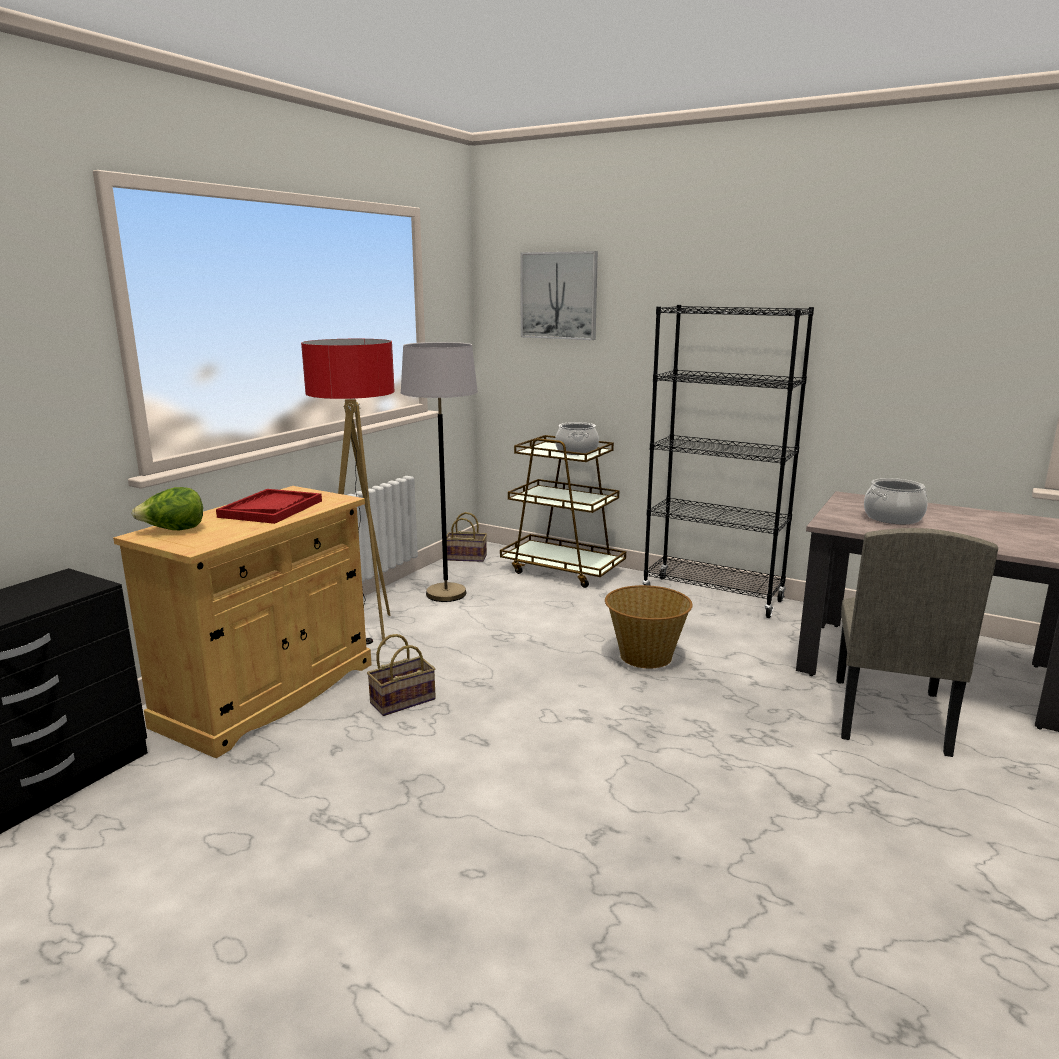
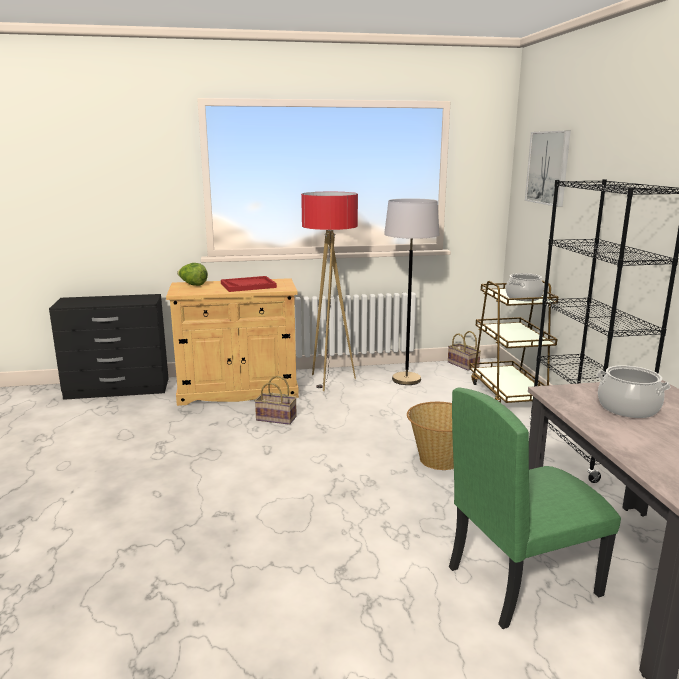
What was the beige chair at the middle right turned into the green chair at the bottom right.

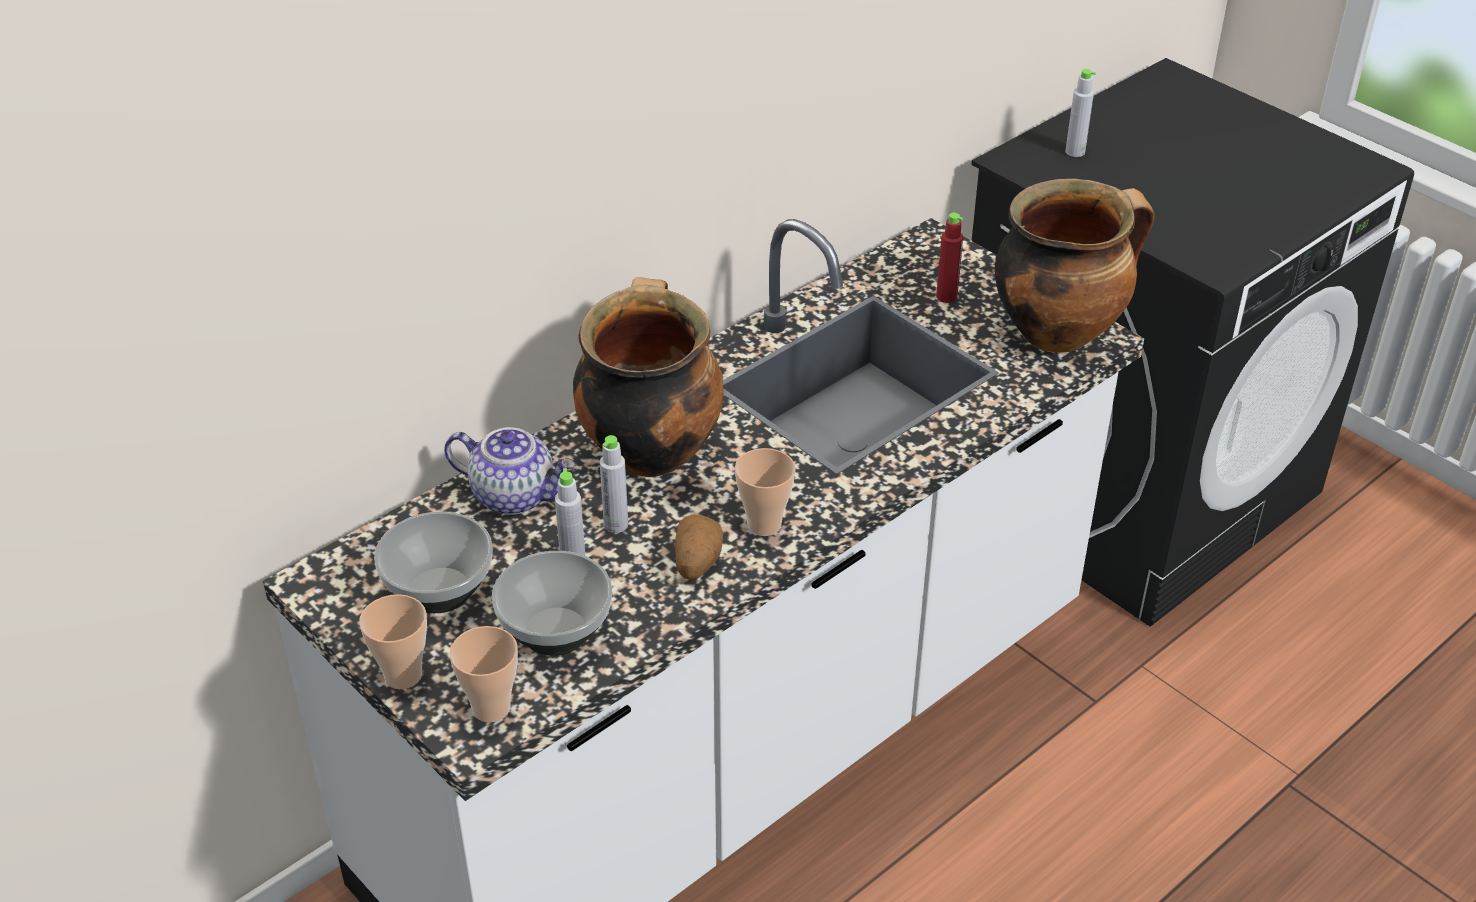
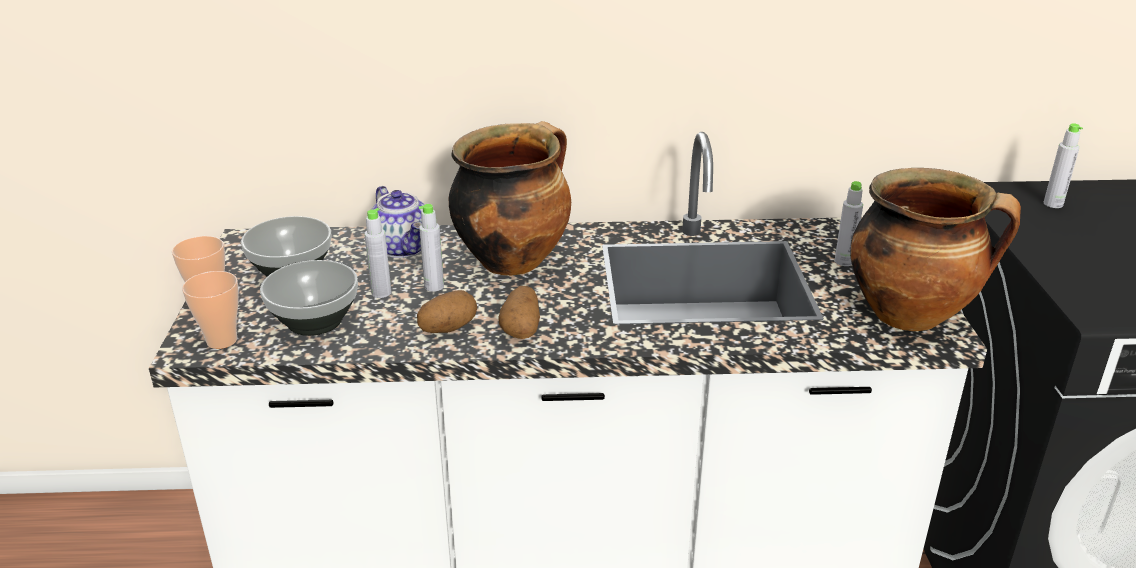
Where the cup (no. 3 from left) stood at the centre, the potato (no. 2 from left) came to stand at the centre.
What was the red bottle at the top centre turned into the grey bottle (no. 3 from left) at the middle right.

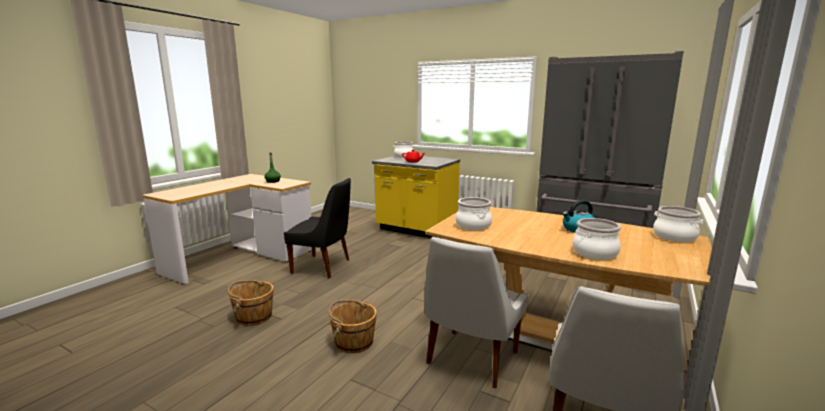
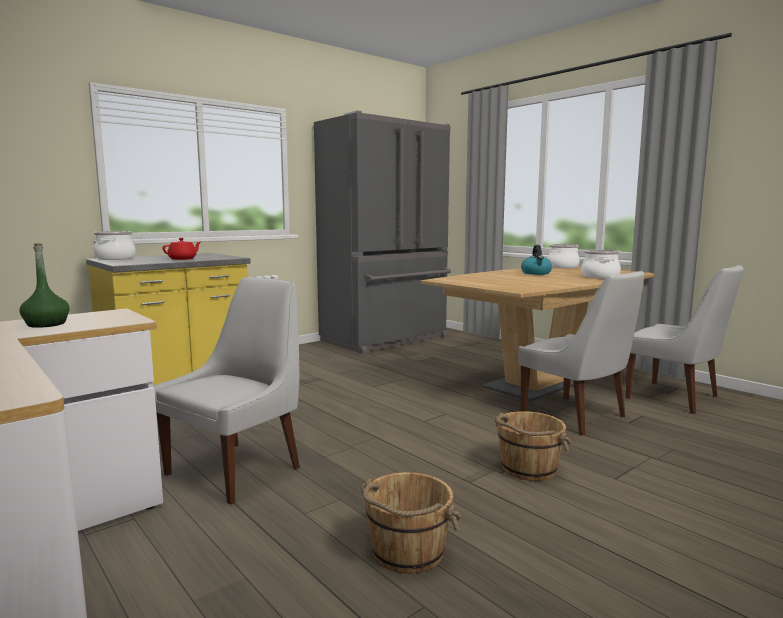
The second view lost the cooking pot (no. 2 from left) at the centre.
What was the black chair at the centre turned into the white chair (no. 1 from left) at the middle left.

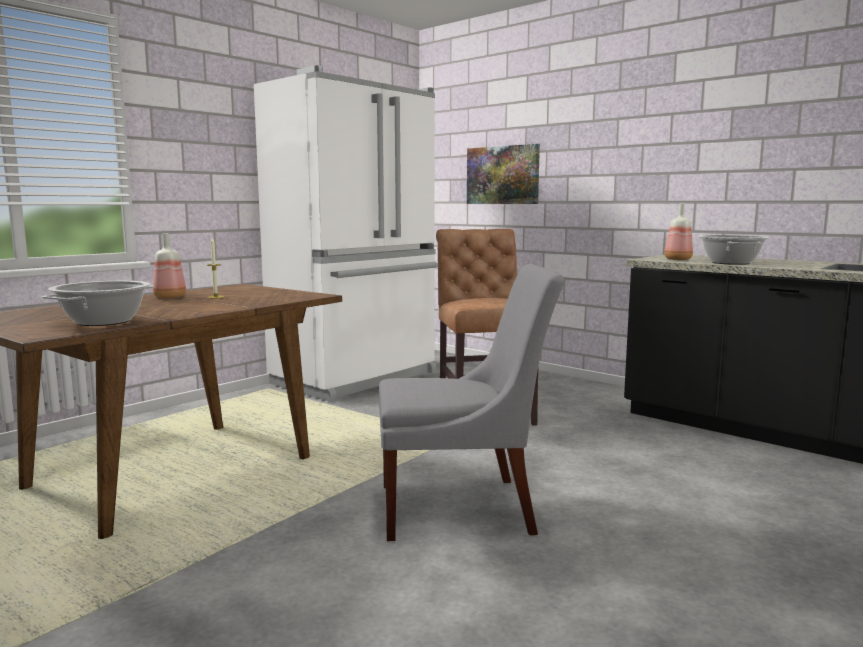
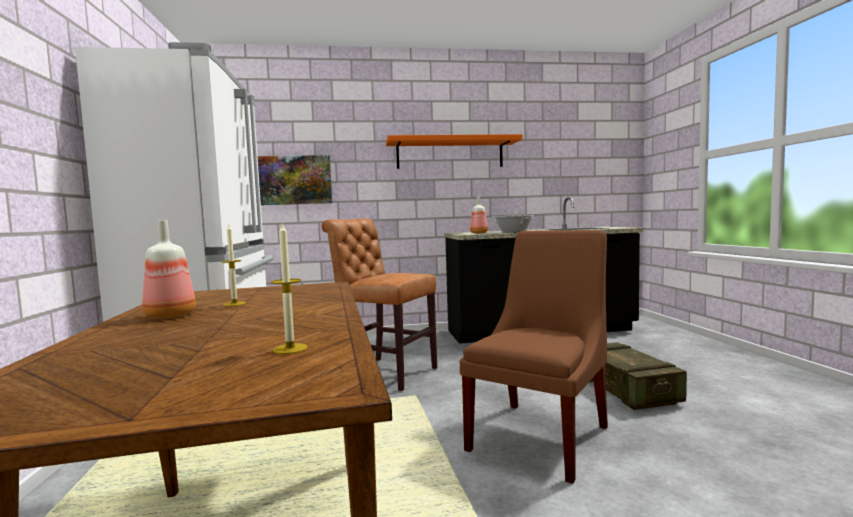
The second view gained the orange shelf at the top centre.
The second view gained the crate at the bottom right.
Where the cooking pot (no. 1 from left) stood at the middle left, the candle (no. 2 from left) came to stand at the centre.
What was the grey chair at the centre turned into the brown chair (no. 2 from left) at the bottom centre.

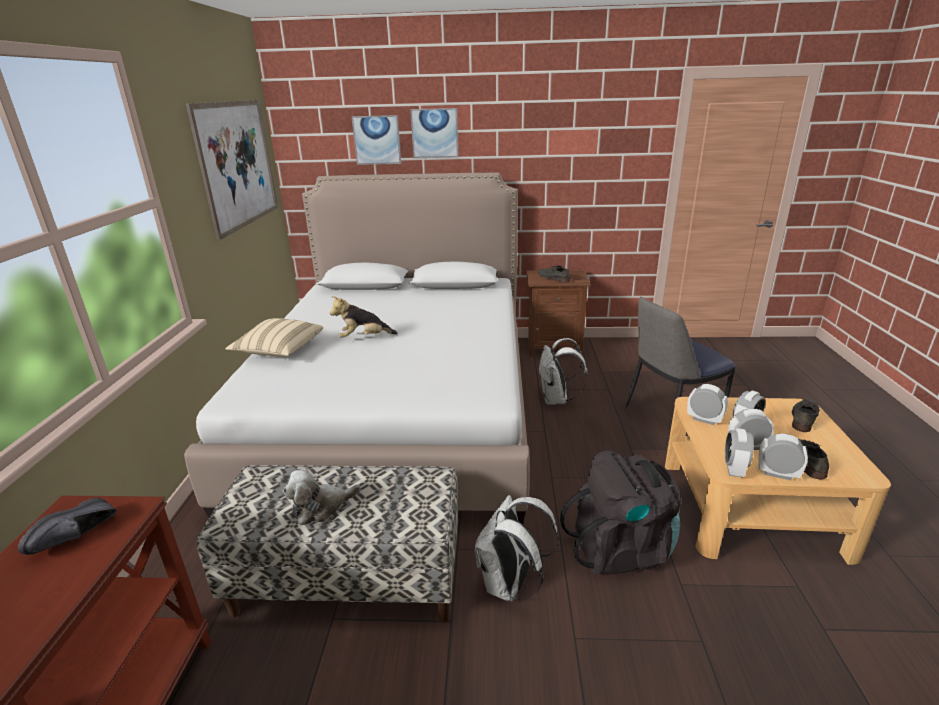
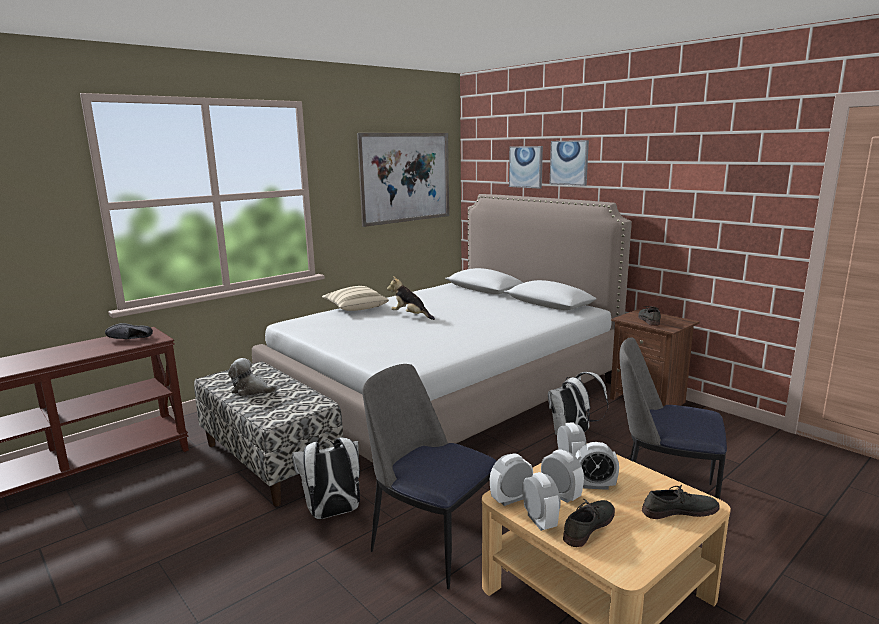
Where the black backpack stood at the bottom centre, the chair (no. 1 from left) came to stand at the bottom centre.

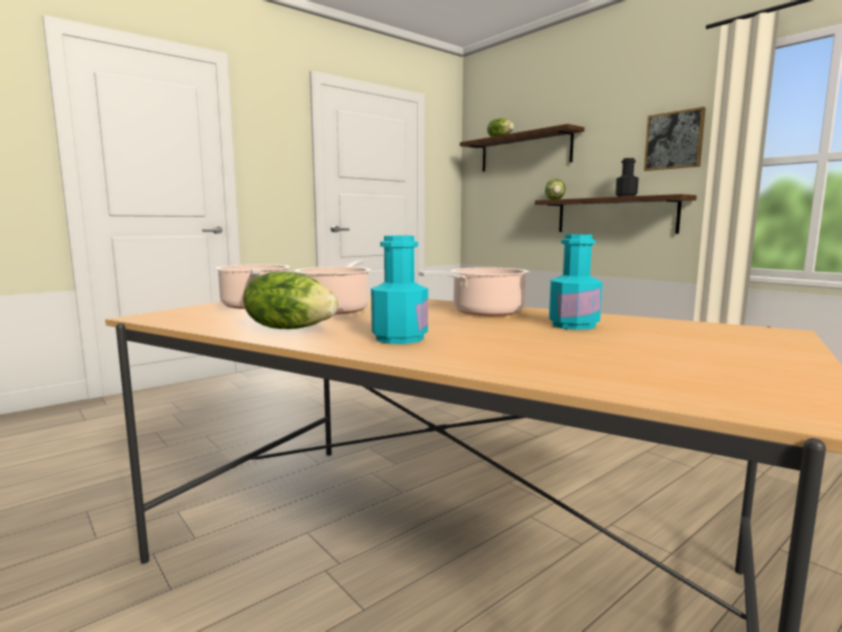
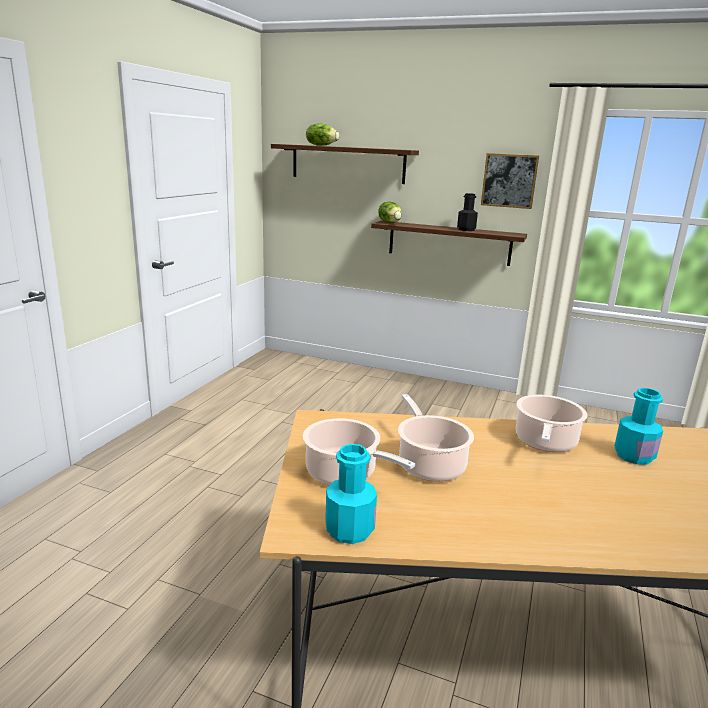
The second view lost the lettuce (no. 1 from left) at the centre.
The turquoise bottle (no. 1 from left) ended up elsewhere, having gone from the centre to the bottom centre.

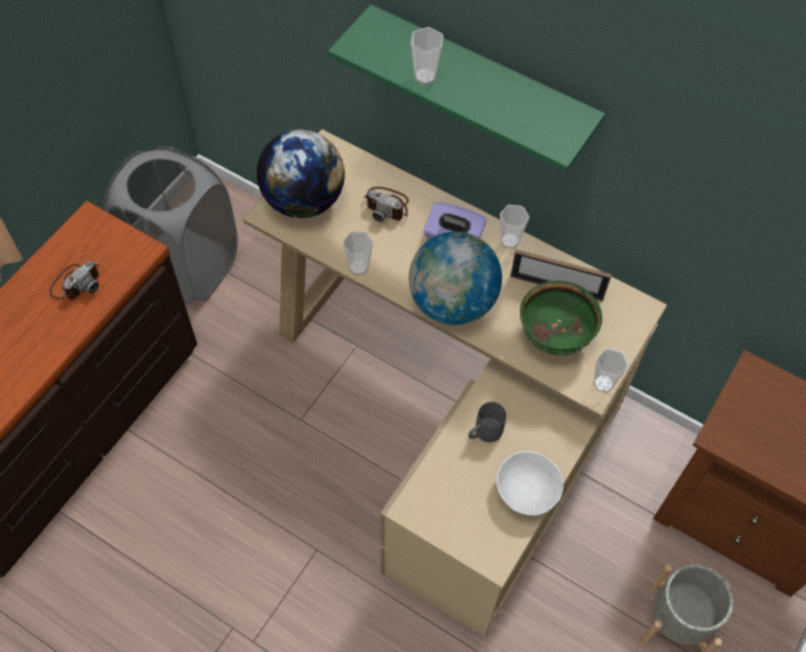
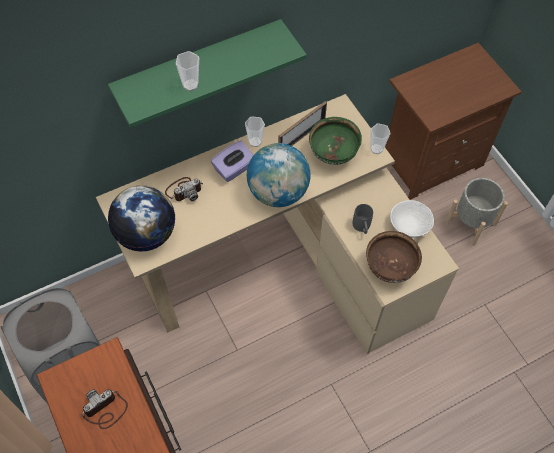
The second view lost the cup (no. 1 from left) at the centre.
The second view gained the brown bowl at the middle right.
The photo camera (no. 1 from left) at the middle left ended up facing another way, 105 degrees counterclockwise from before.

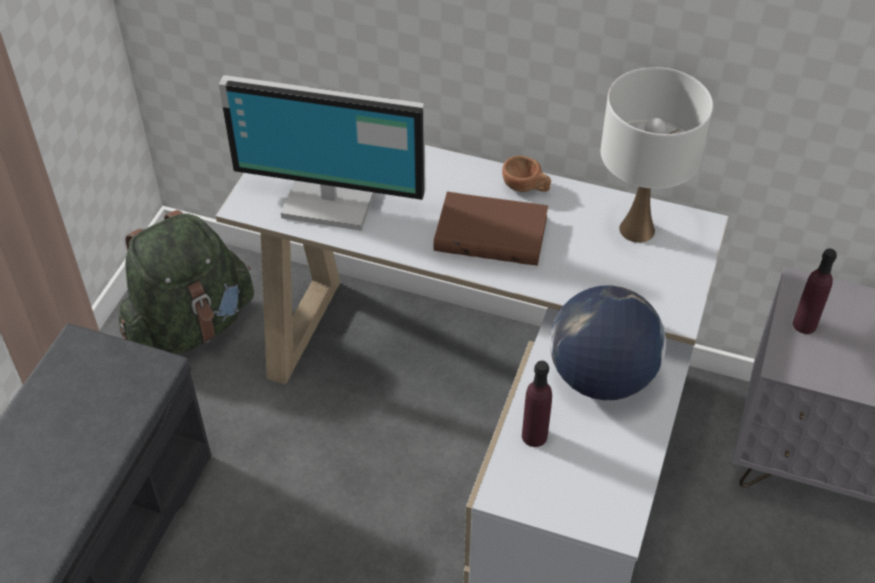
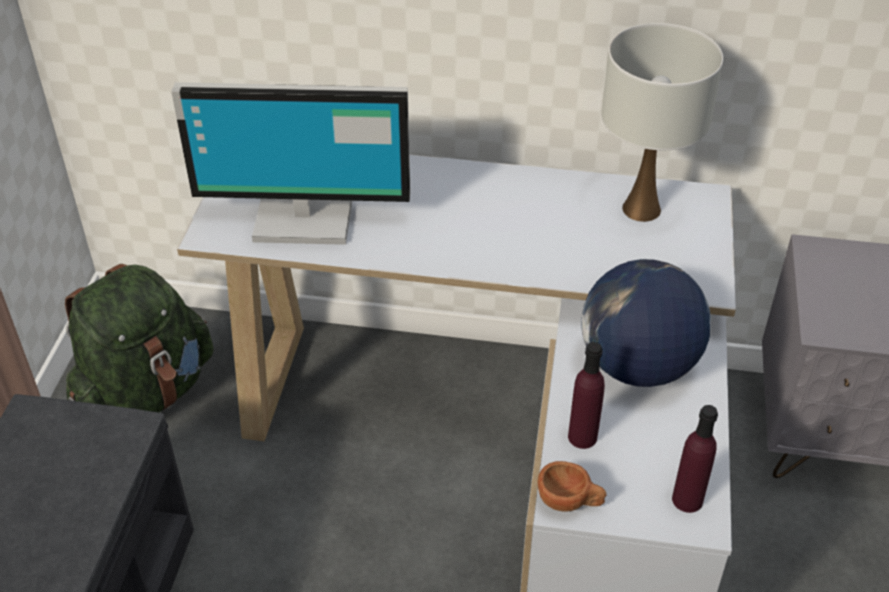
The second view lost the brown book at the centre.
The brown cup ended up elsewhere, having gone from the top centre to the bottom centre.
The purple bottle (no. 2 from left) ended up elsewhere, having gone from the middle right to the bottom right.

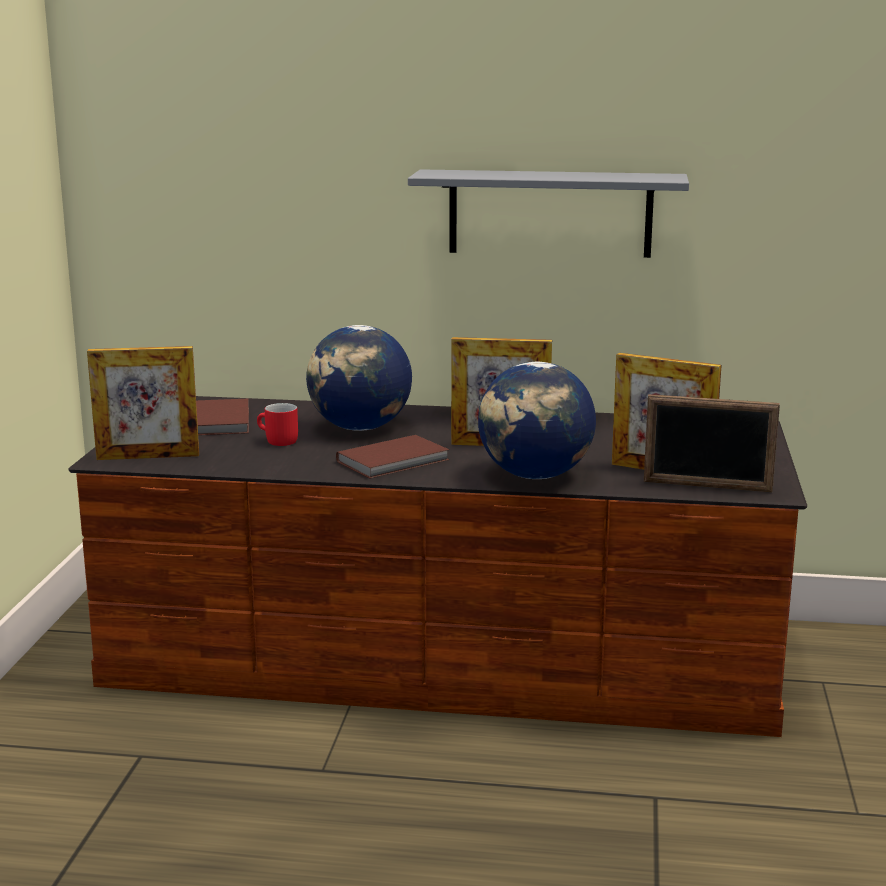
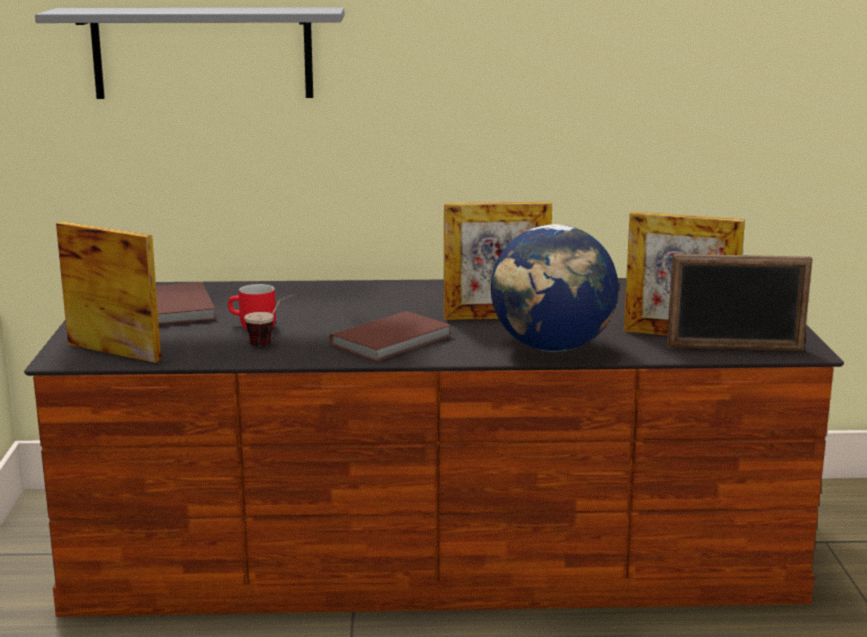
The second view lost the globe (no. 1 from left) at the centre.
The second view gained the cup at the middle left.
The grey shelf ended up elsewhere, having gone from the top centre to the top left.
The picture frame (no. 1 from left) at the middle left ended up facing another way, 135 degrees counterclockwise from before.

